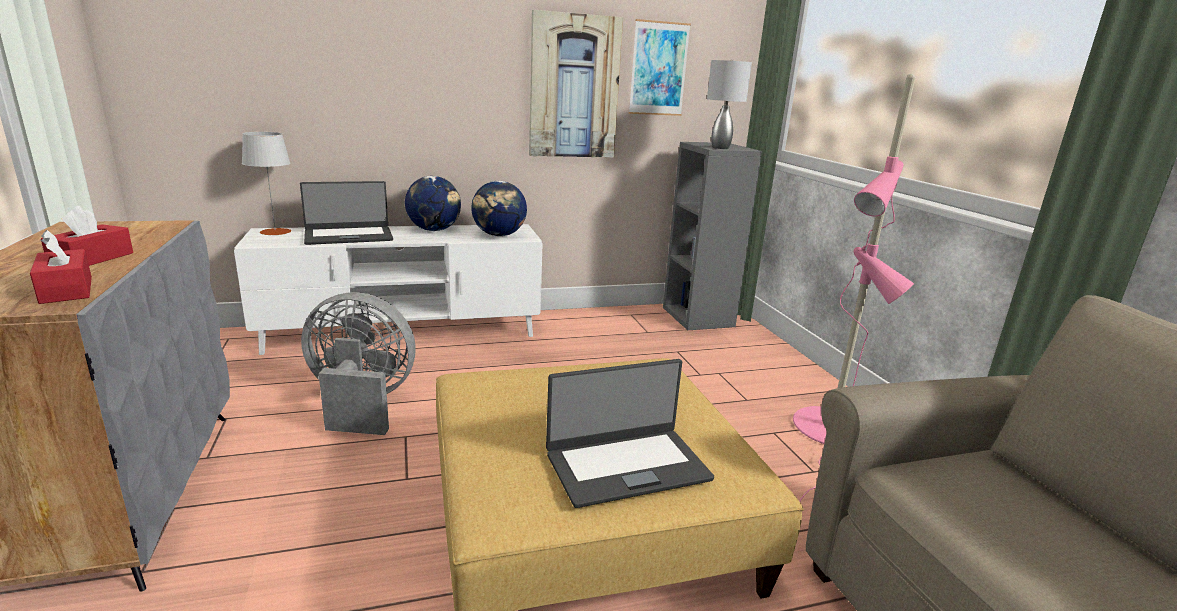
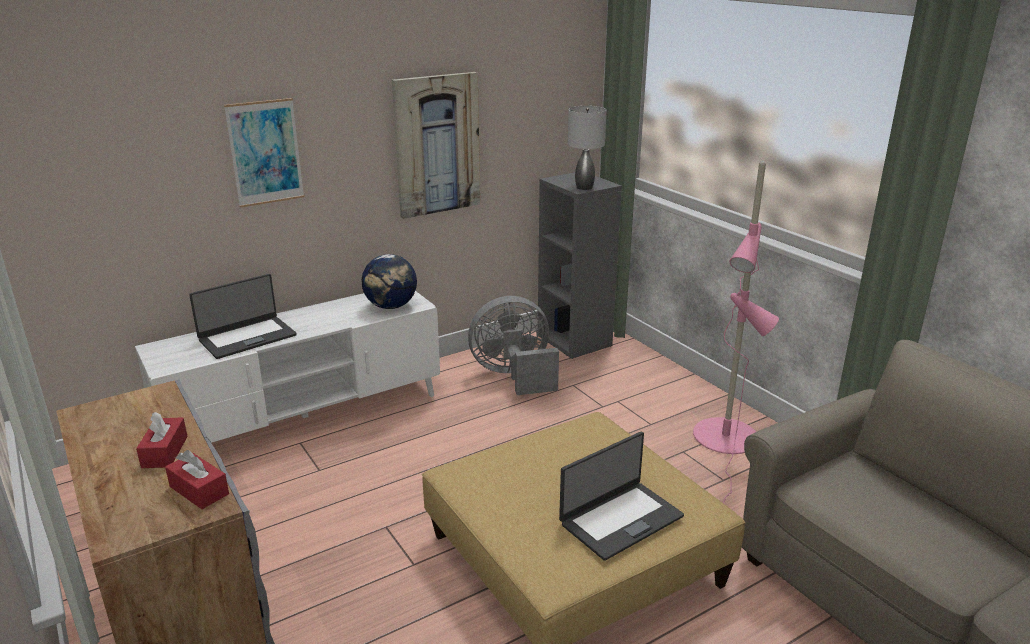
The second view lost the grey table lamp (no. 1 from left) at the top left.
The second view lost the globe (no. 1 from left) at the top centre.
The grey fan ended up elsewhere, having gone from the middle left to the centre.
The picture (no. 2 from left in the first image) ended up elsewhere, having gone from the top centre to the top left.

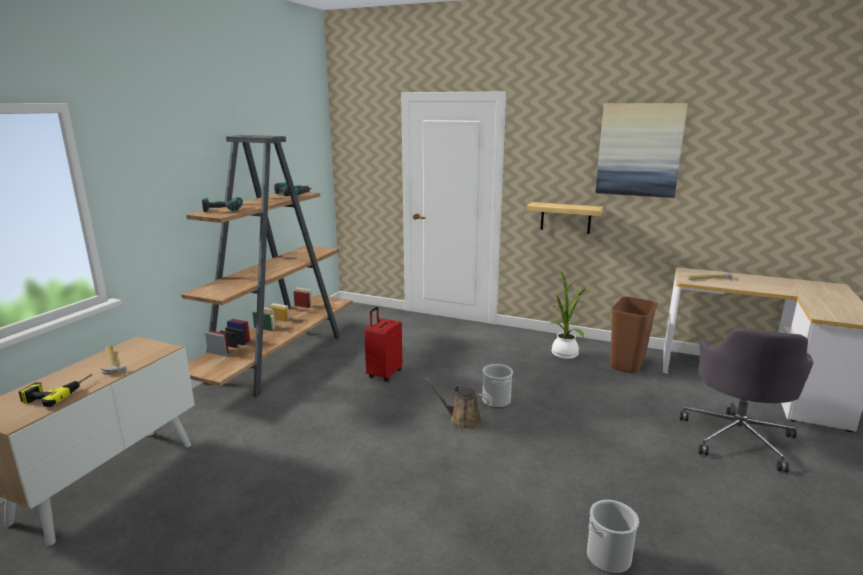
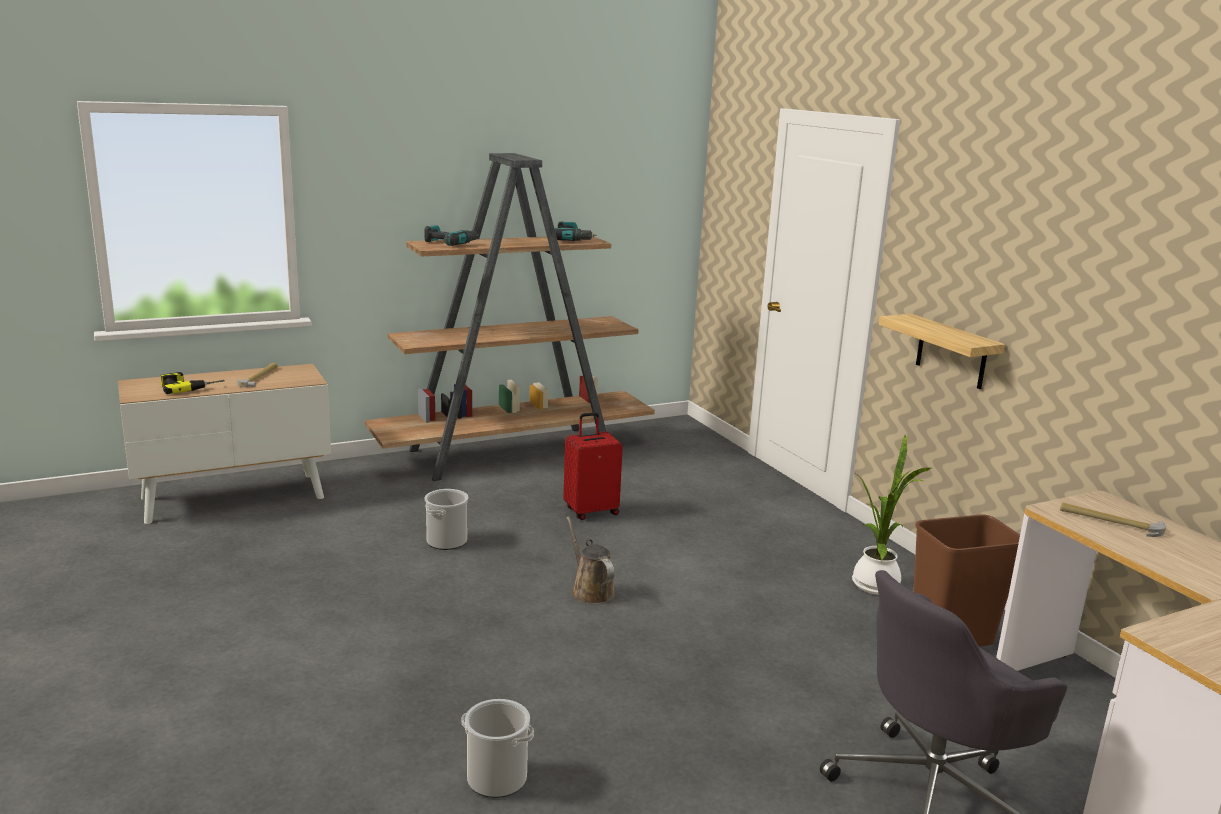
The second view lost the picture at the top right.
The bucket (no. 1 from left) ended up elsewhere, having gone from the bottom centre to the centre.

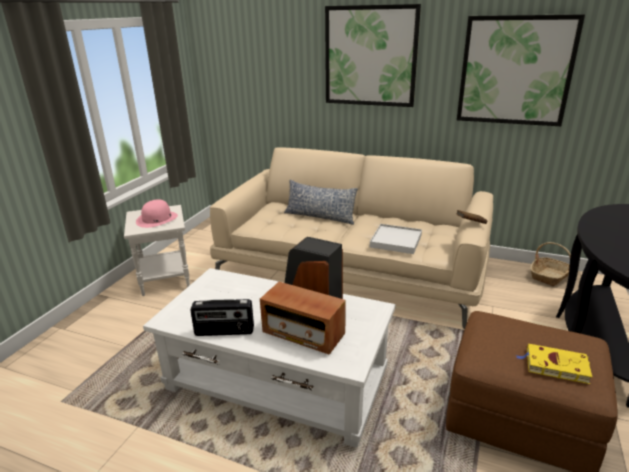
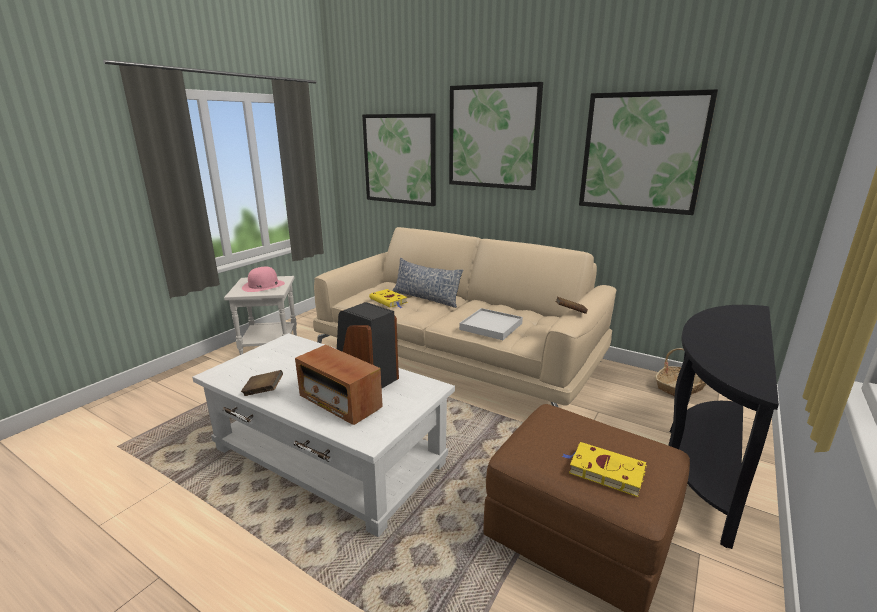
The second view gained the picture (no. 1 from left) at the top centre.
The second view gained the yellow book (no. 1 from left) at the centre.
Where the radio (no. 1 from left) stood at the bottom centre, the brown book (no. 1 from left) came to stand at the middle left.

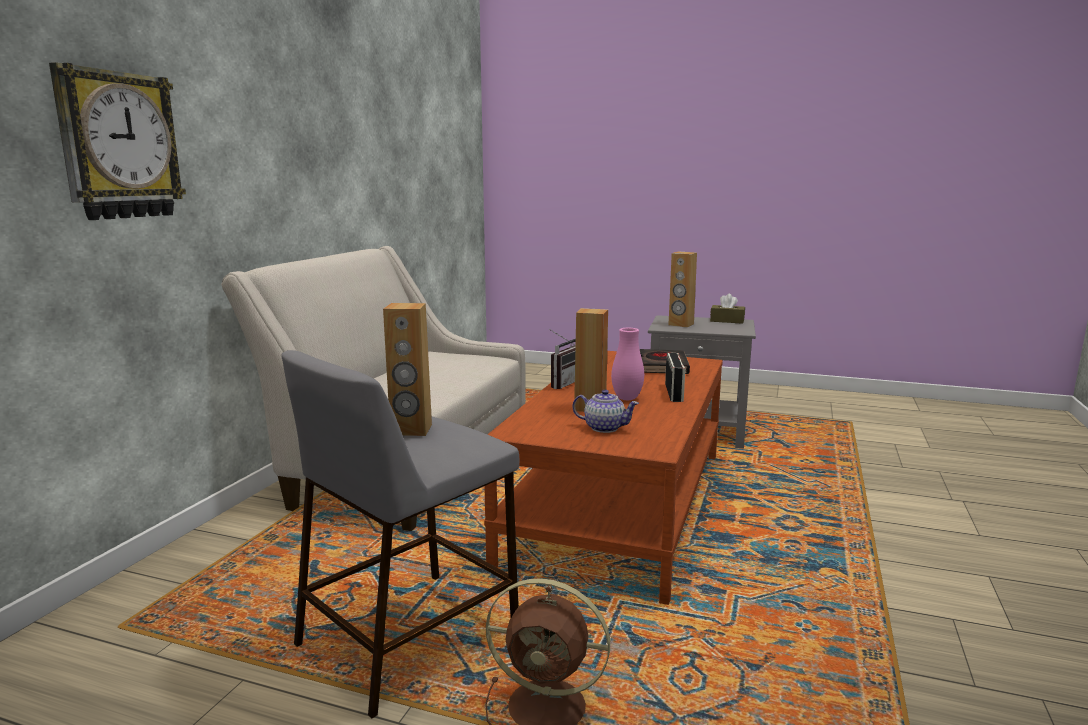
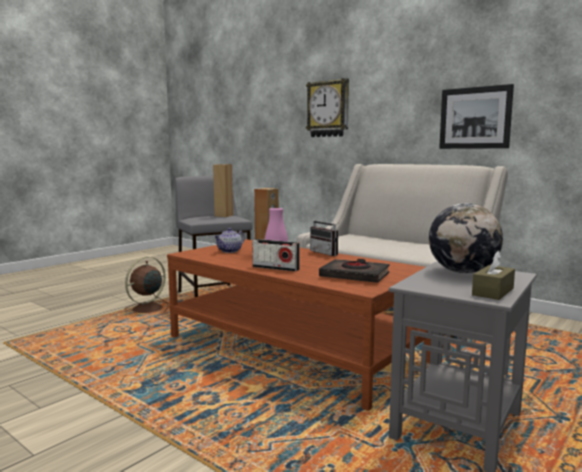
The second view gained the picture at the top right.
Where the brown speaker (no. 3 from left) stood at the centre, the globe came to stand at the middle right.

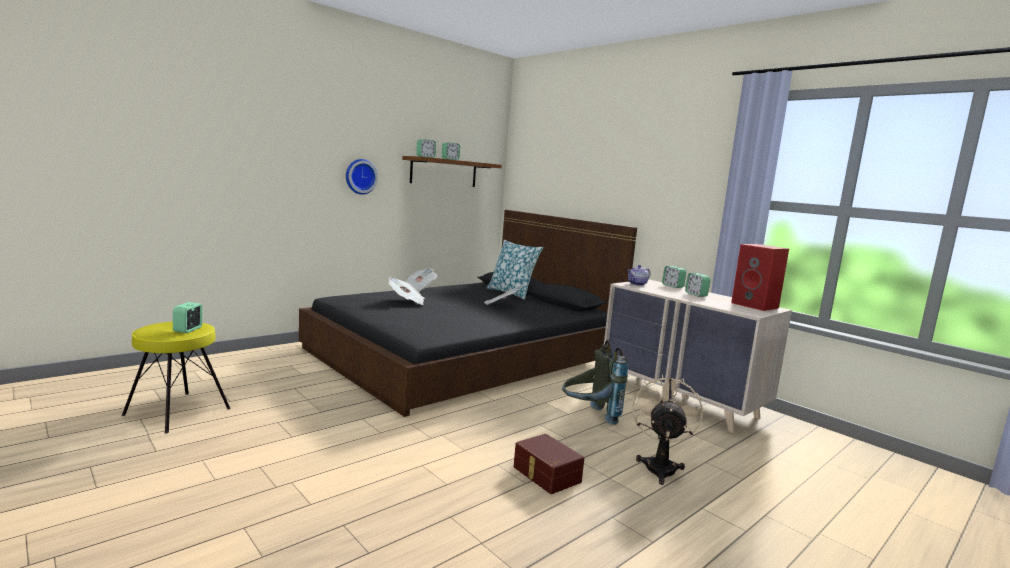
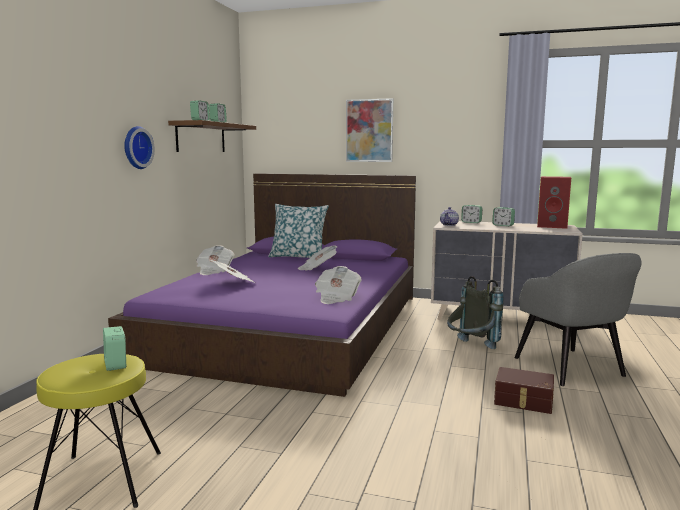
The second view gained the newspaper (no. 4 from left) at the centre.
The second view gained the picture at the top centre.
Where the beige fan stood at the bottom centre, the grey armchair came to stand at the middle right.
What was the black bed at the centre turned into the purple bed at the centre.

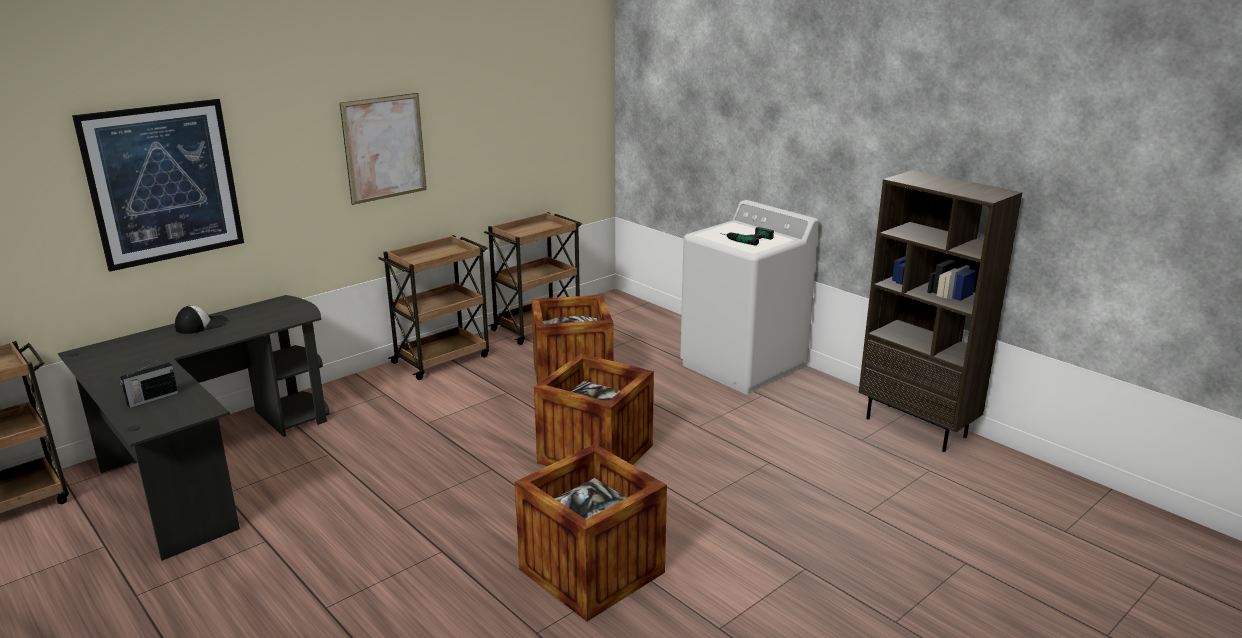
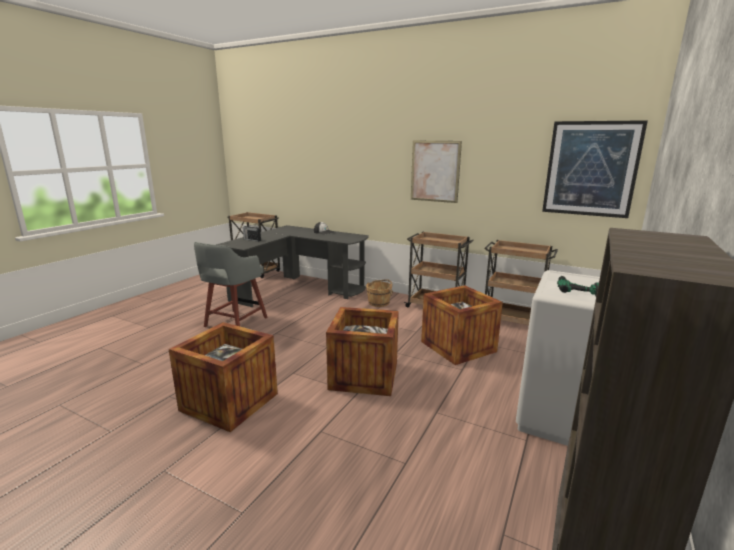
The second view gained the grey stool at the middle left.
The second view gained the brown bucket at the centre.
The picture (no. 1 from left in the first image) ended up elsewhere, having gone from the top left to the top right.

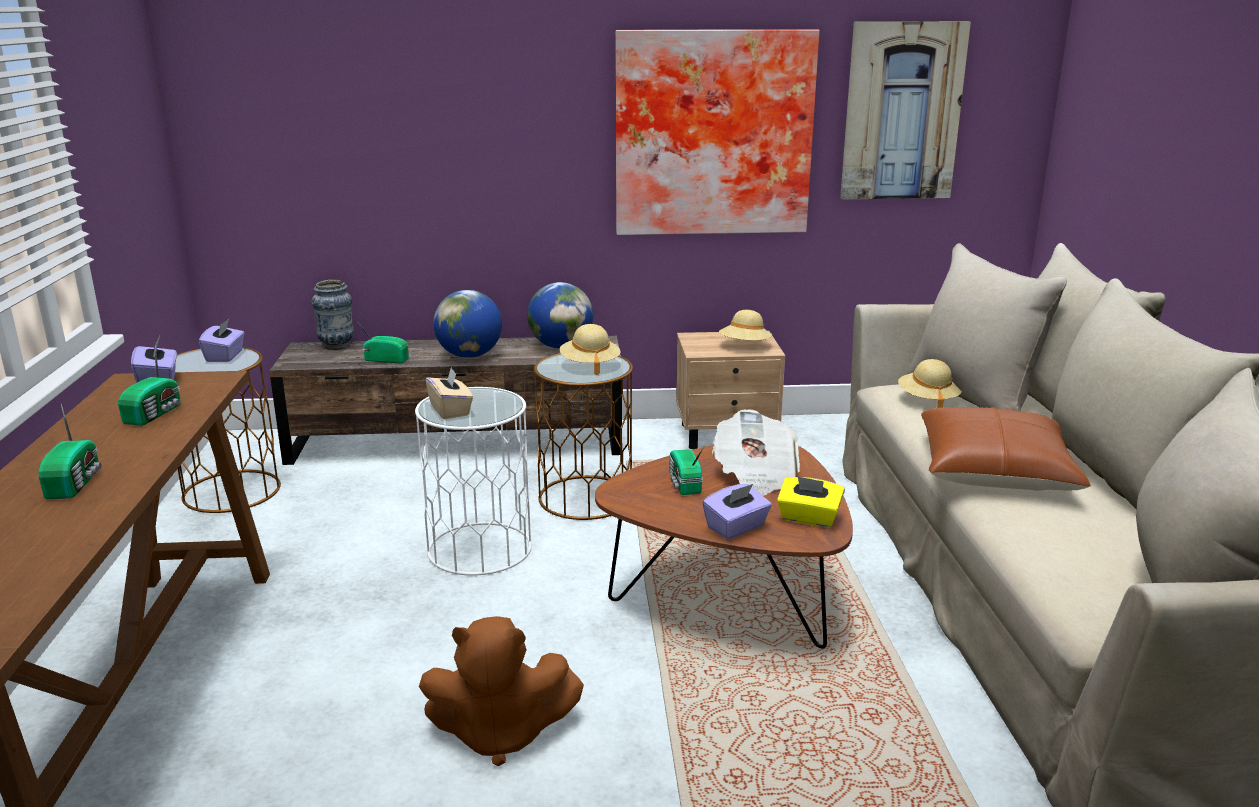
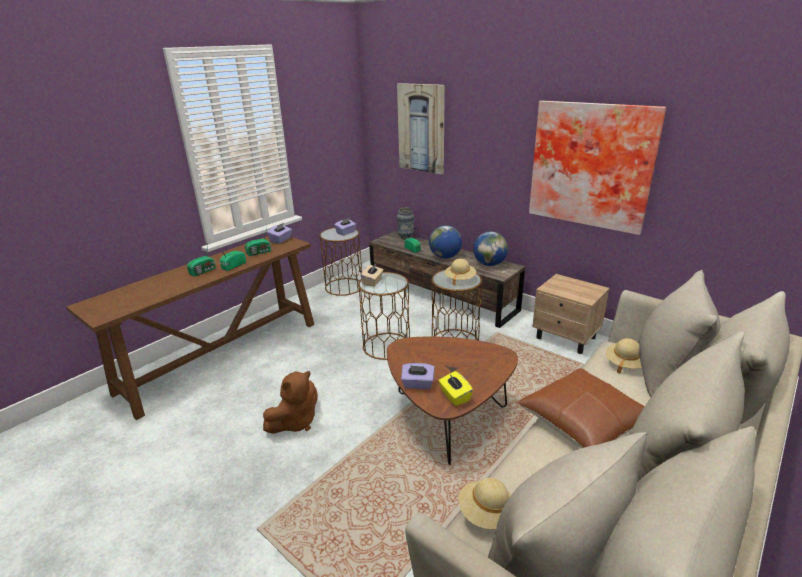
The second view lost the newspaper at the centre.
The radio (no. 4 from left in the first image) ended up elsewhere, having gone from the centre to the middle left.
The beige hat (no. 2 from left) ended up elsewhere, having gone from the centre to the bottom centre.
The picture (no. 2 from left in the first image) ended up elsewhere, having gone from the top right to the top centre.
What was the white side table at the centre turned into the brown side table (no. 2 from left) at the centre.
The brown plush toy at the bottom centre ended up facing another way, 90 degrees counterclockwise from before.

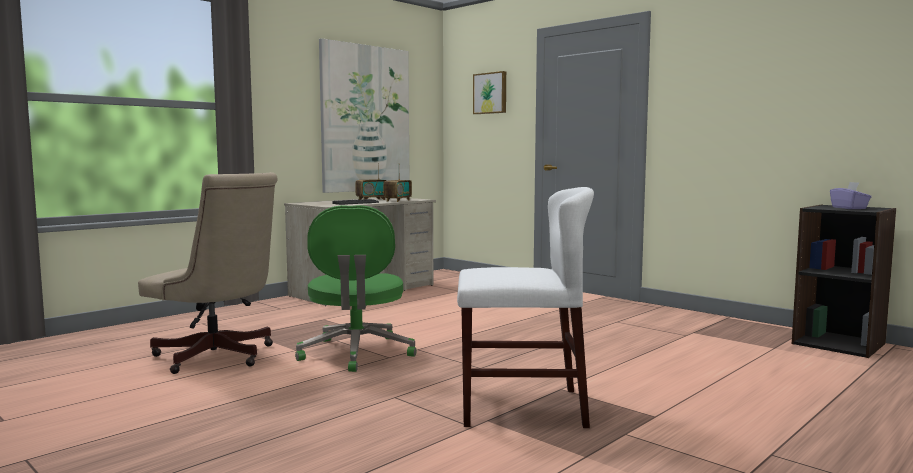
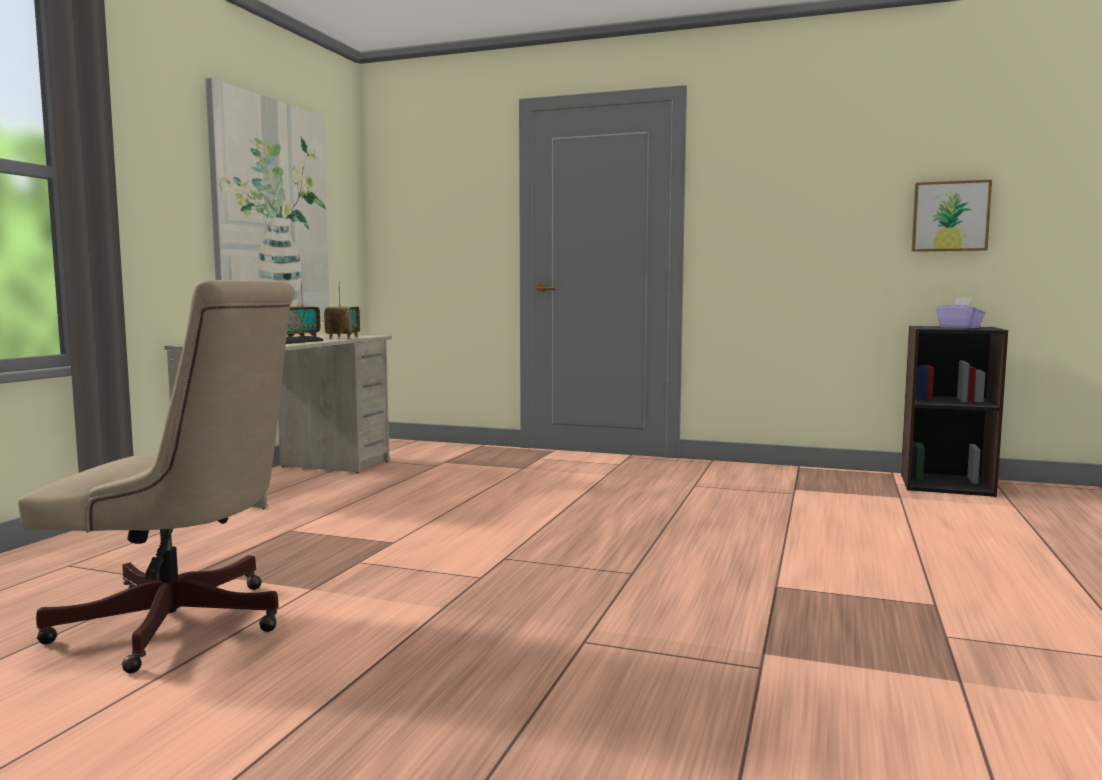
The second view lost the green office chair at the centre.
The second view lost the white chair at the centre.
The picture (no. 2 from left) ended up elsewhere, having gone from the top centre to the top right.

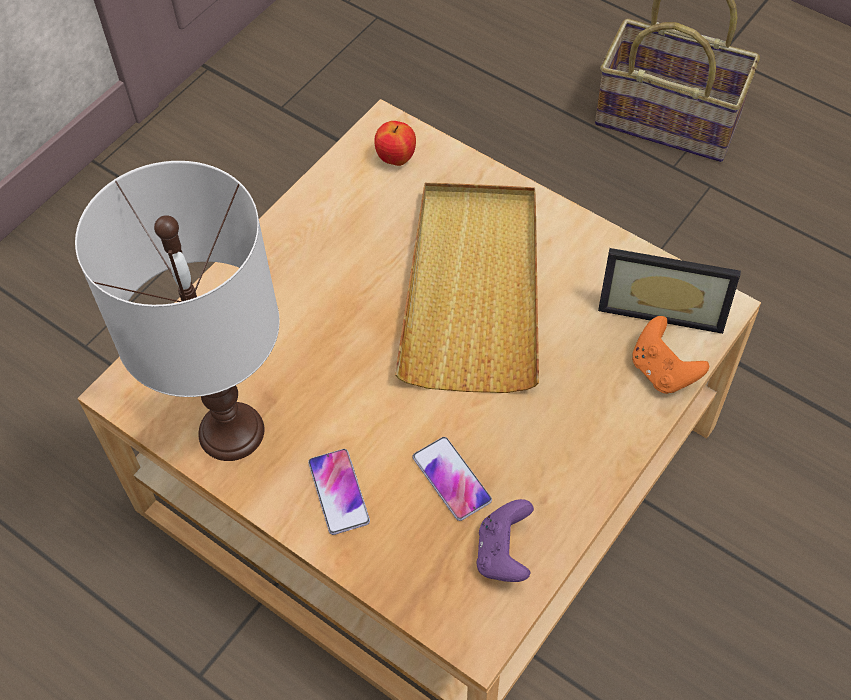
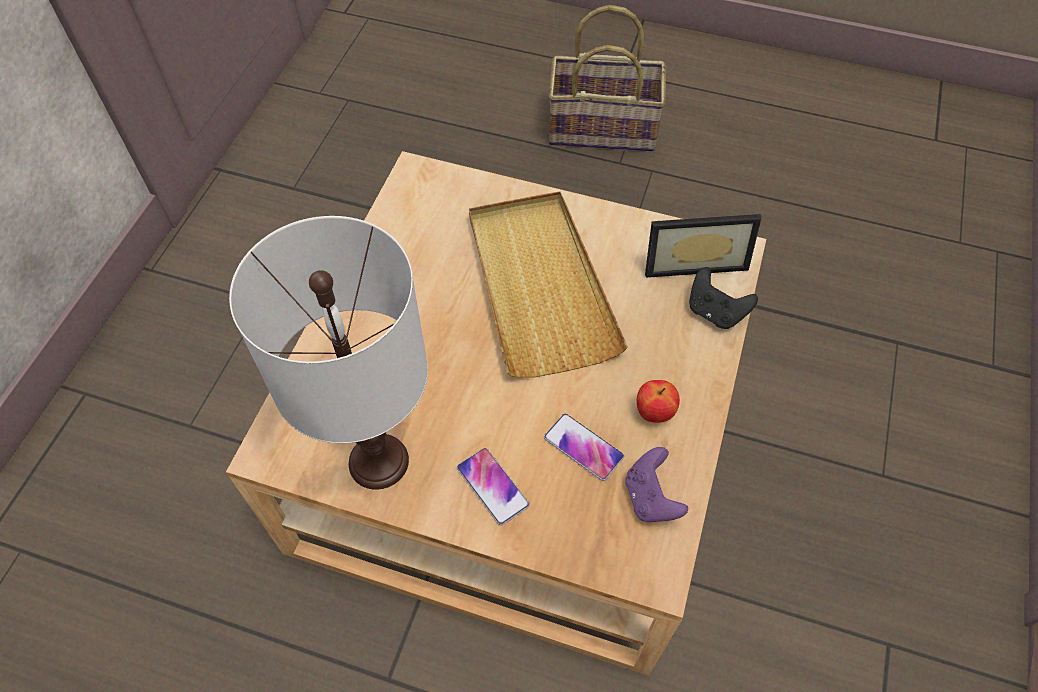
The apple ended up elsewhere, having gone from the top centre to the centre.
What was the orange game controller at the middle right turned into the black game controller at the middle right.

